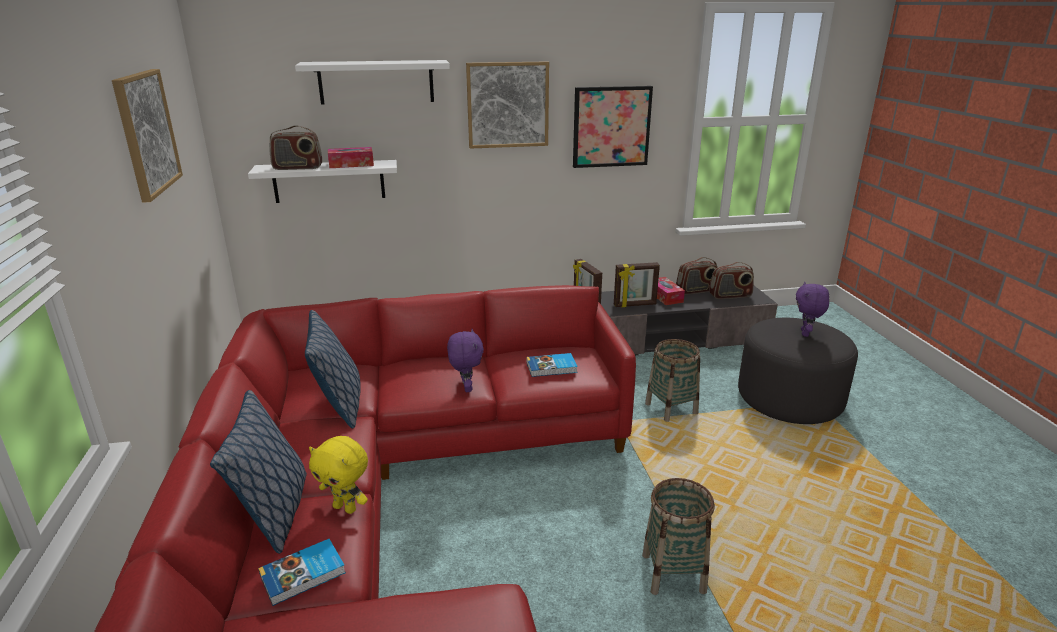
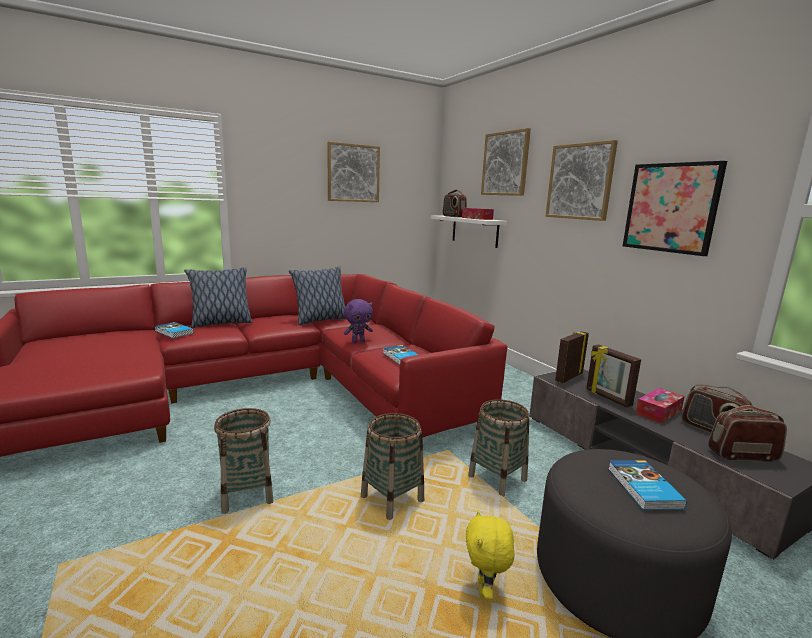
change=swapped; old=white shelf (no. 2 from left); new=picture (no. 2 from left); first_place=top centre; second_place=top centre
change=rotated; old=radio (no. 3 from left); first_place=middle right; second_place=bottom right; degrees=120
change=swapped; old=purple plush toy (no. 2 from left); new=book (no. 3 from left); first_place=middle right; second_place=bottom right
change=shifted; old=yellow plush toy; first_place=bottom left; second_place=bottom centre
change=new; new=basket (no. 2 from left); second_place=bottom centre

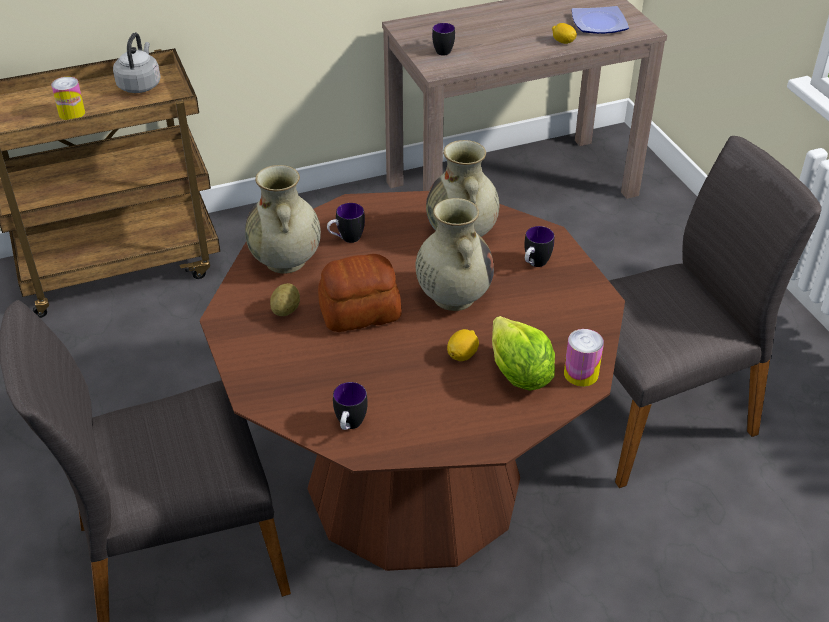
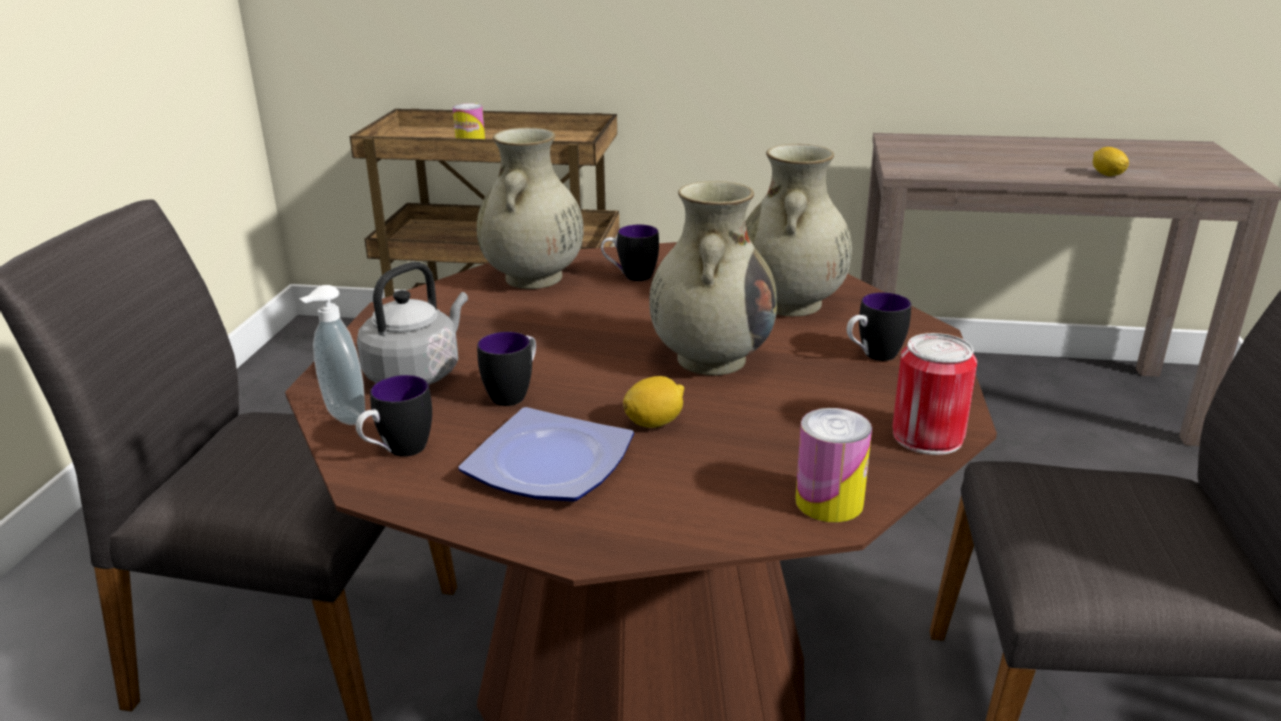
change=shifted; old=plate; first_place=top right; second_place=centre
change=shifted; old=mug (no. 3 from left in the first image); new=mug (no. 2 from left); first_place=top centre; second_place=centre
change=shifted; old=grey kettle; first_place=top left; second_place=middle left
change=gone; old=bread; first_place=centre
change=gone; old=potato; first_place=centre
change=gone; old=lettuce; first_place=centre
change=new; new=soap dispenser; second_place=middle left
change=new; new=can (no. 3 from left); second_place=middle right

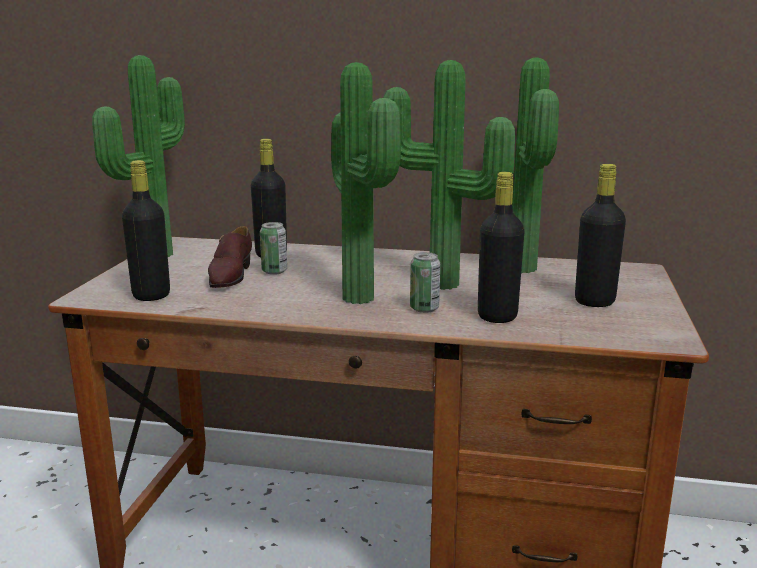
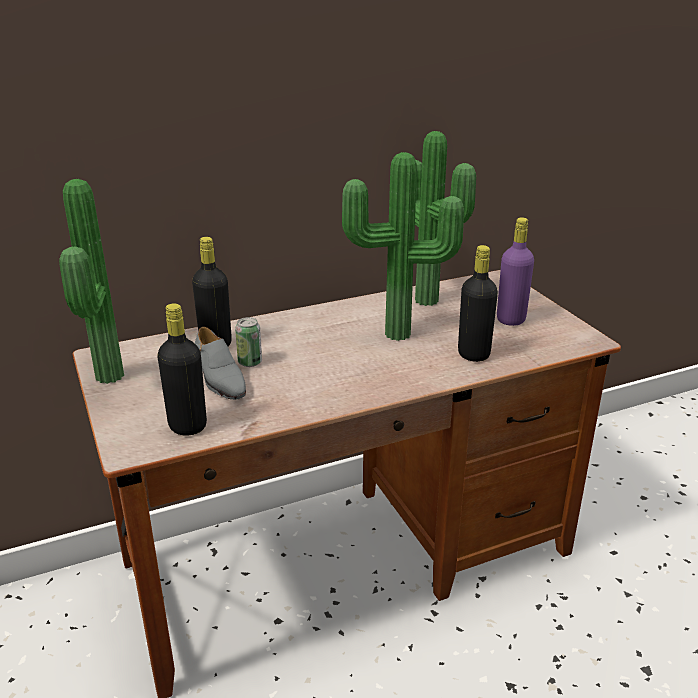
change=gone; old=potted plant (no. 2 from left); first_place=top centre
change=repainted; old=black bottle (no. 4 from left); new=purple bottle; first_place=middle right; second_place=middle right
change=repainted; old=brown shoe; new=grey shoe; first_place=middle left; second_place=middle left
change=gone; old=can (no. 2 from left); first_place=centre

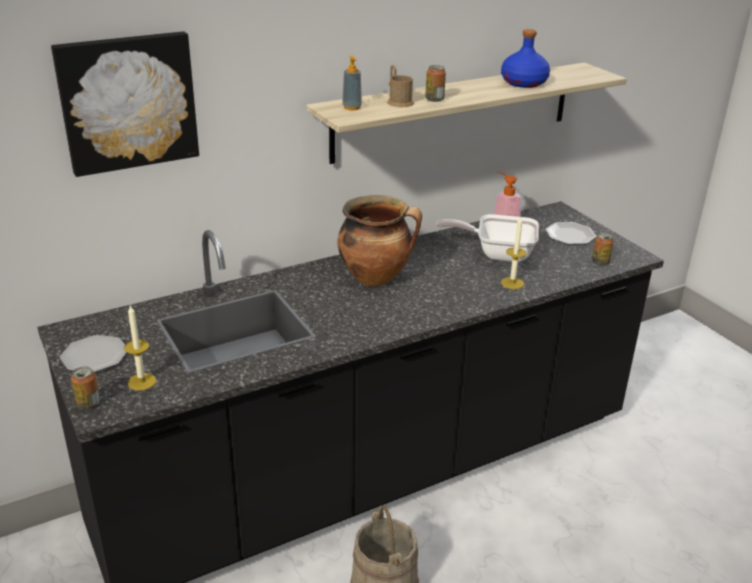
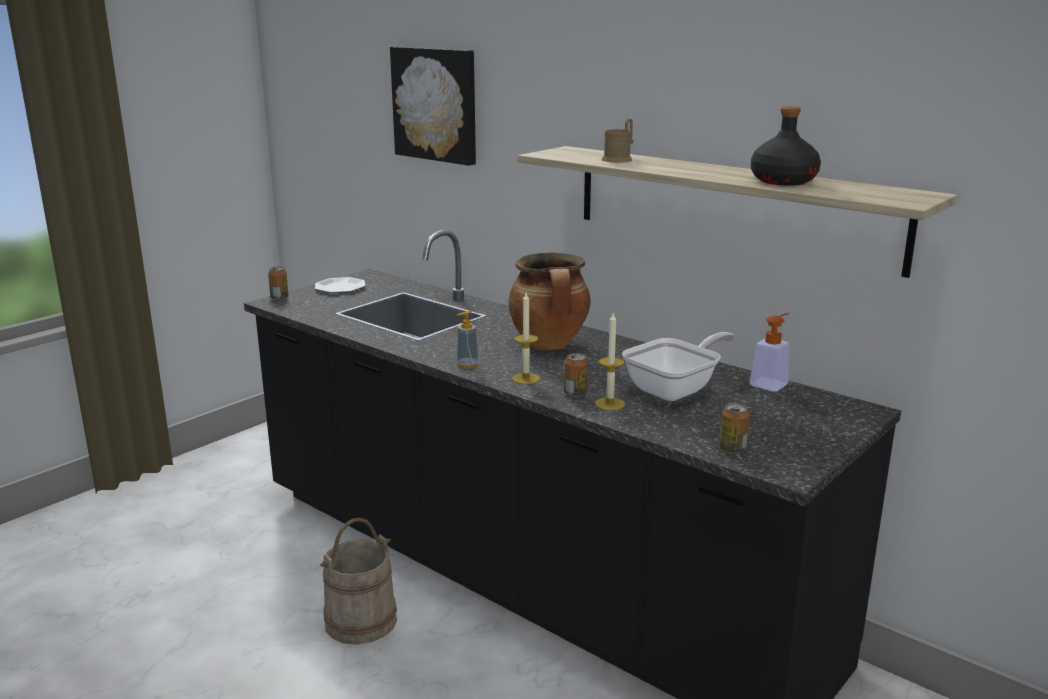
change=repainted; old=blue bottle; new=black bottle; first_place=top right; second_place=top right
change=shifted; old=soap dispenser (no. 1 from left); first_place=top centre; second_place=centre
change=shifted; old=can (no. 2 from left); first_place=top centre; second_place=centre
change=rotated; old=frying pan; first_place=centre; second_place=centre; degrees=60
change=gone; old=plate (no. 2 from left); first_place=middle right
change=shifted; old=candle (no. 1 from left); first_place=middle left; second_place=centre

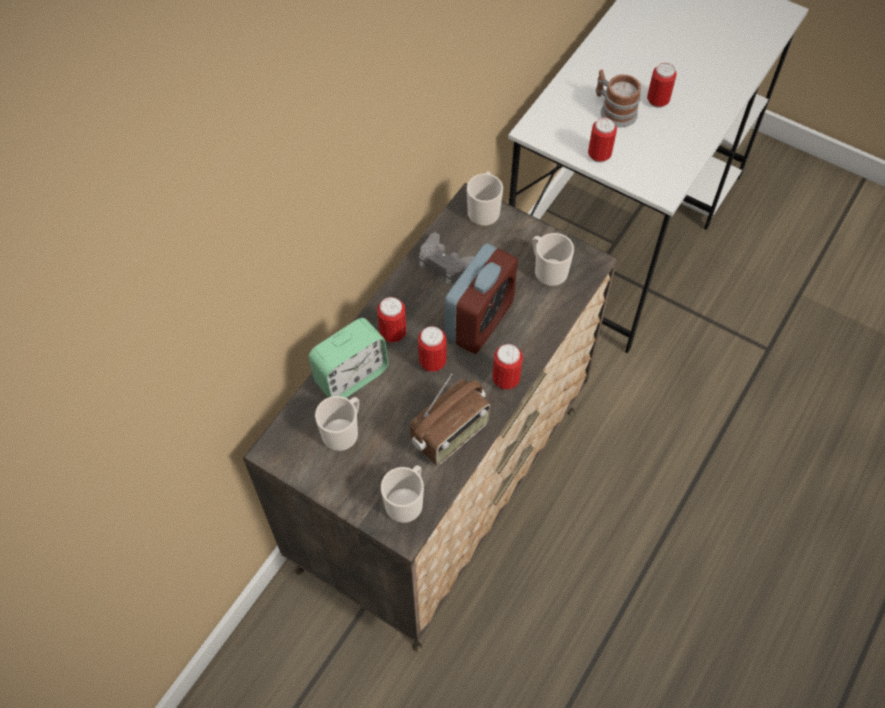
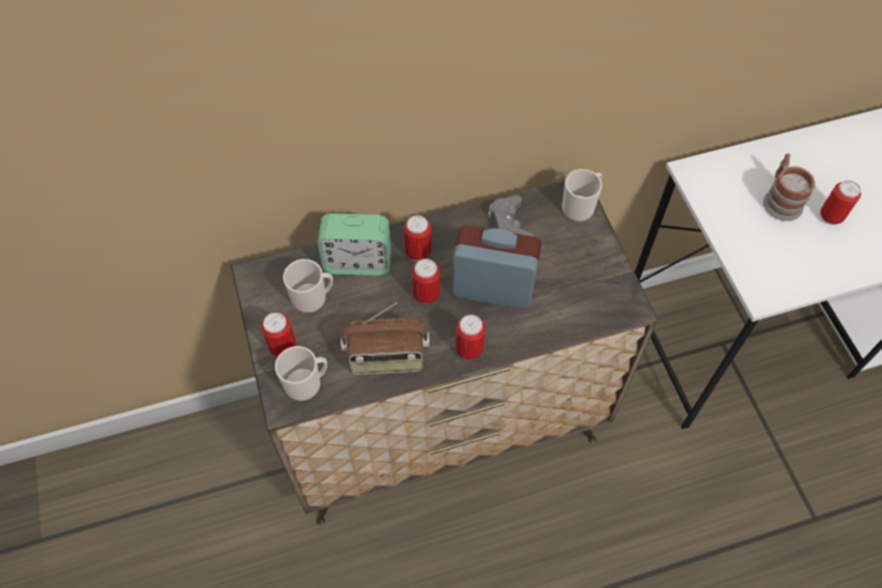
change=shifted; old=can (no. 4 from left in the first image); new=can (no. 1 from left); first_place=top right; second_place=middle left
change=gone; old=mug (no. 4 from left); first_place=centre
change=rotated; old=alarm clock (no. 2 from left); first_place=centre; second_place=centre; degrees=-150

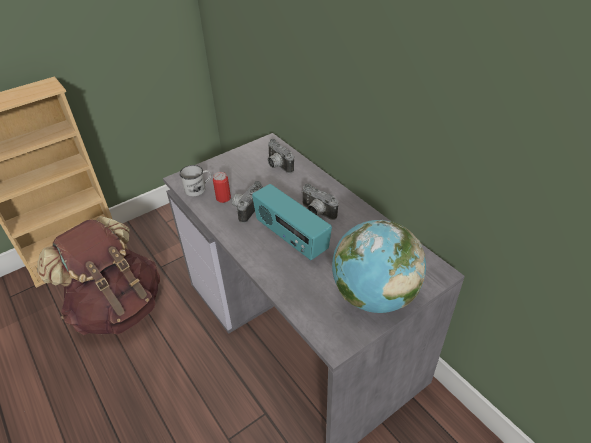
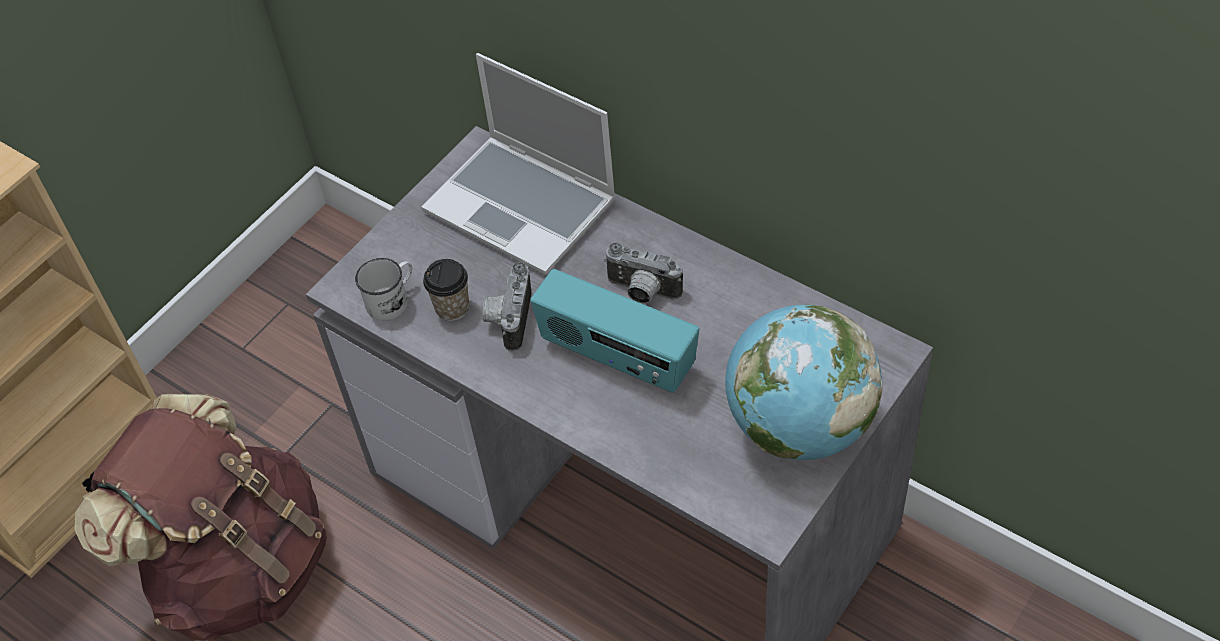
change=swapped; old=photo camera (no. 2 from left); new=laptop; first_place=centre; second_place=top centre
change=swapped; old=can; new=cup; first_place=centre; second_place=centre

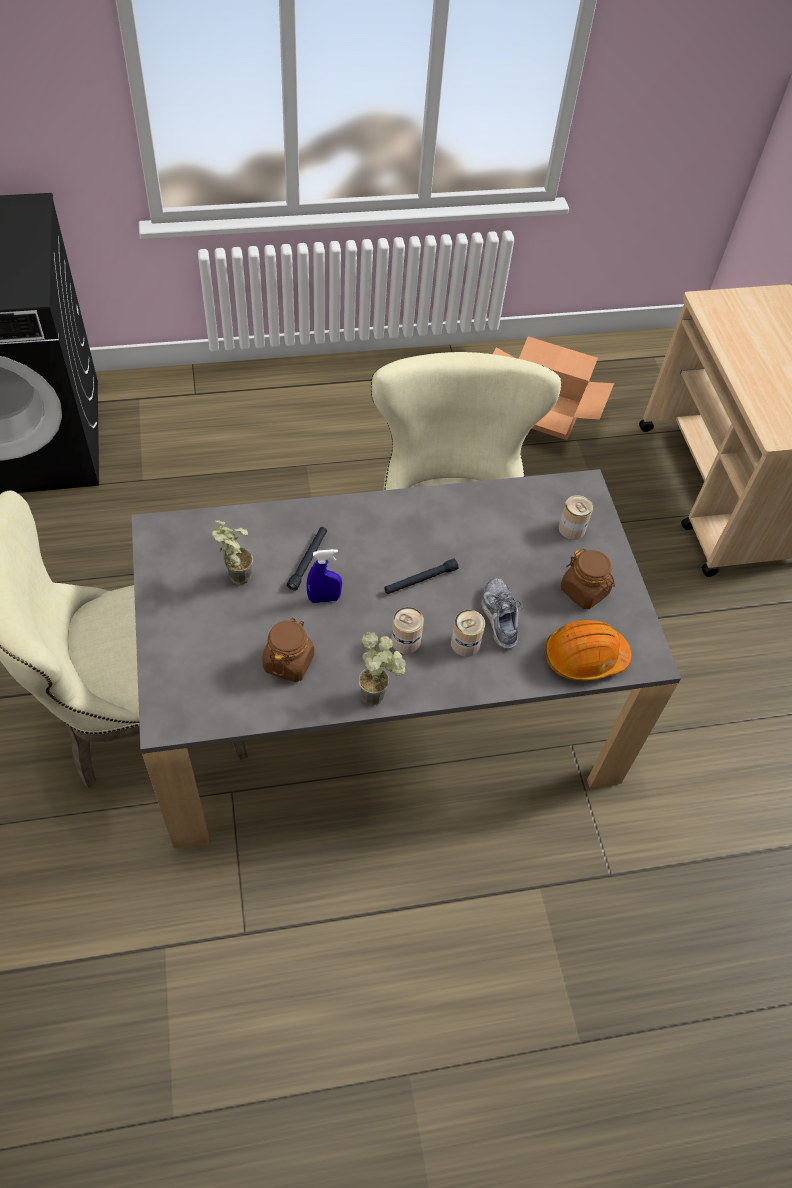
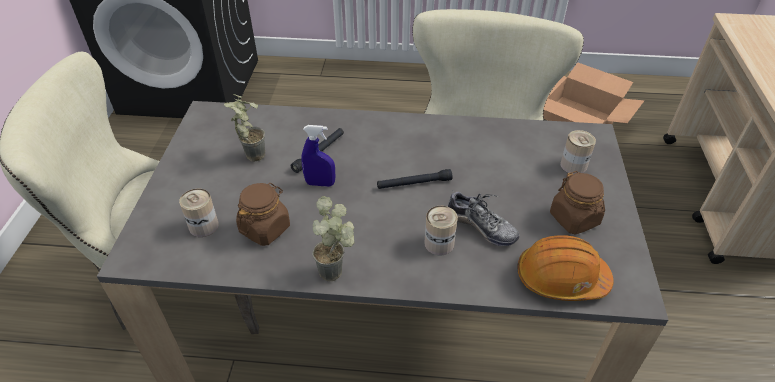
change=rotated; old=shoe; first_place=centre; second_place=centre; degrees=120
change=shifted; old=can (no. 1 from left); first_place=centre; second_place=middle left

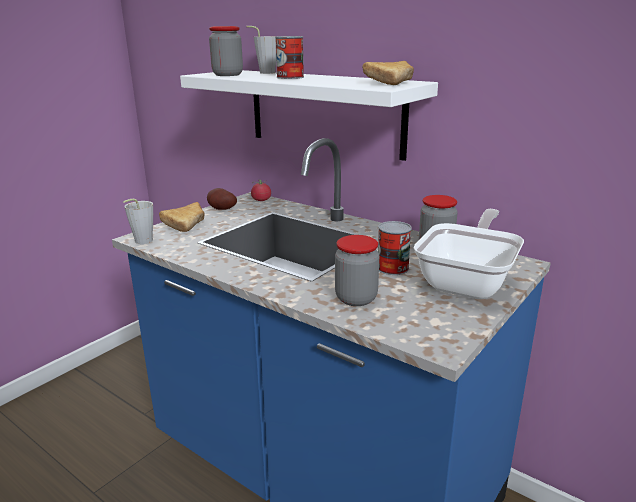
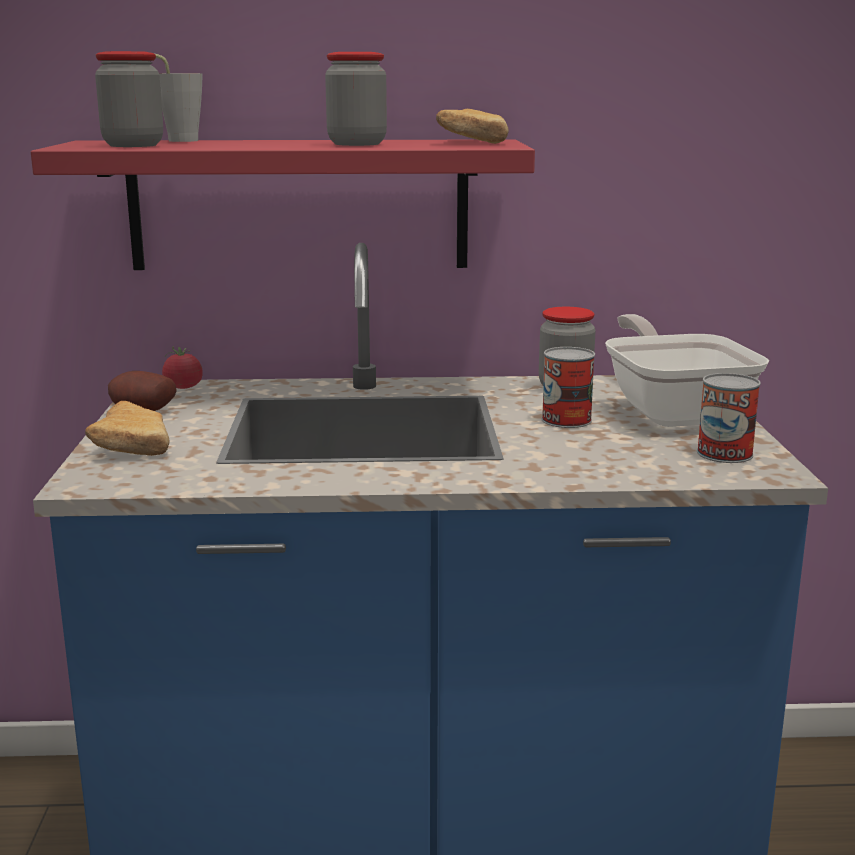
change=shifted; old=can (no. 1 from left in the first image); new=can (no. 2 from left); first_place=top centre; second_place=middle right
change=repainted; old=white shelf; new=red shelf; first_place=top centre; second_place=top left
change=gone; old=grey cup (no. 1 from left); first_place=middle left
change=shifted; old=jar (no. 2 from left); first_place=centre; second_place=top centre

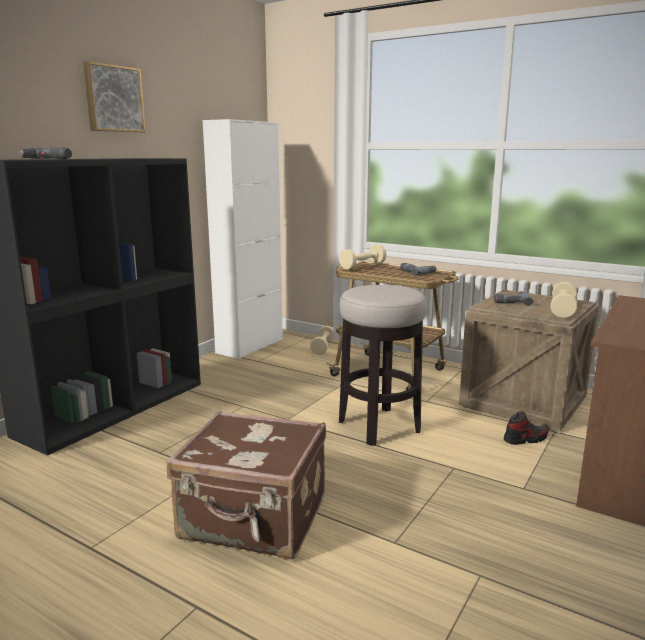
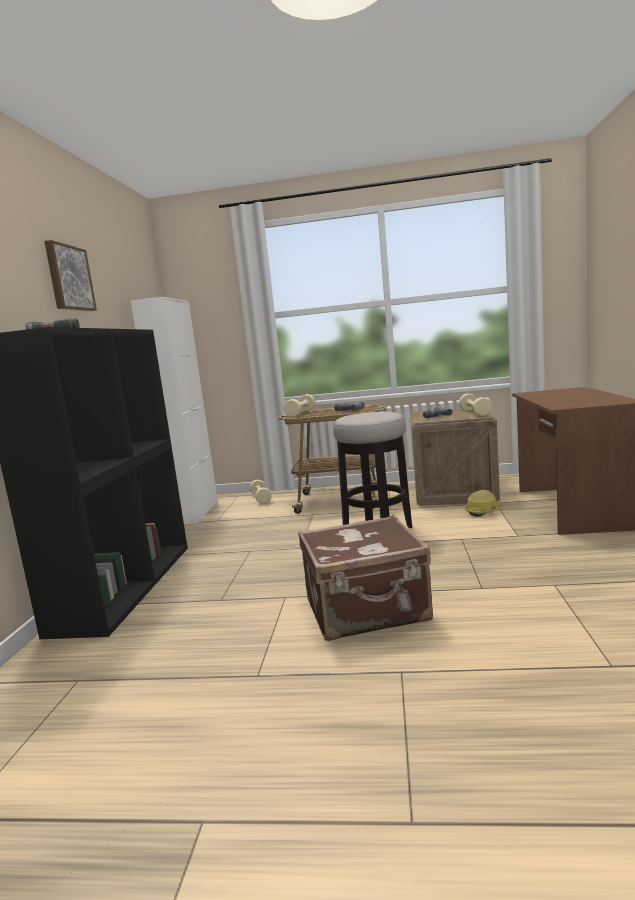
change=swapped; old=shoe; new=hard hat; first_place=bottom right; second_place=middle right

